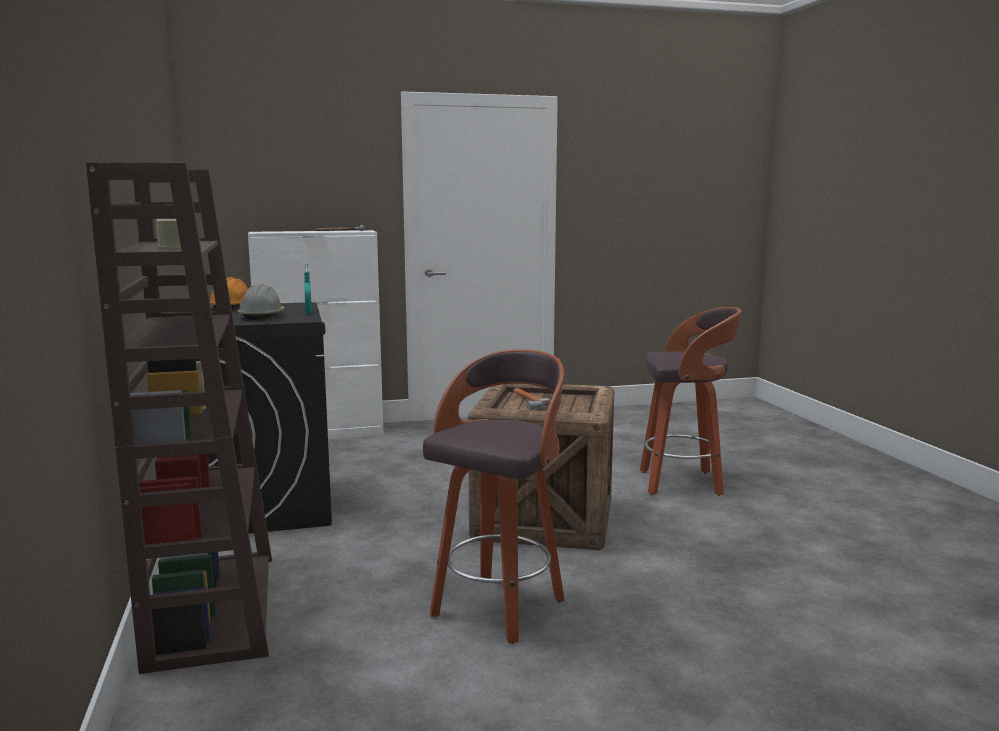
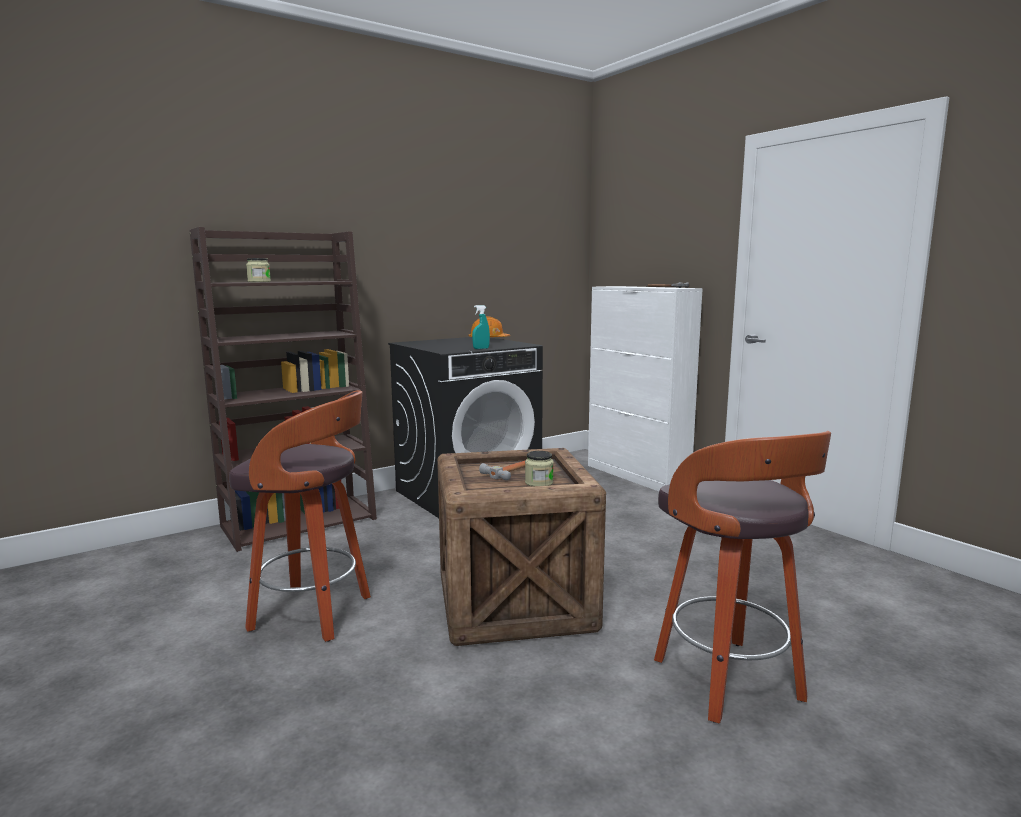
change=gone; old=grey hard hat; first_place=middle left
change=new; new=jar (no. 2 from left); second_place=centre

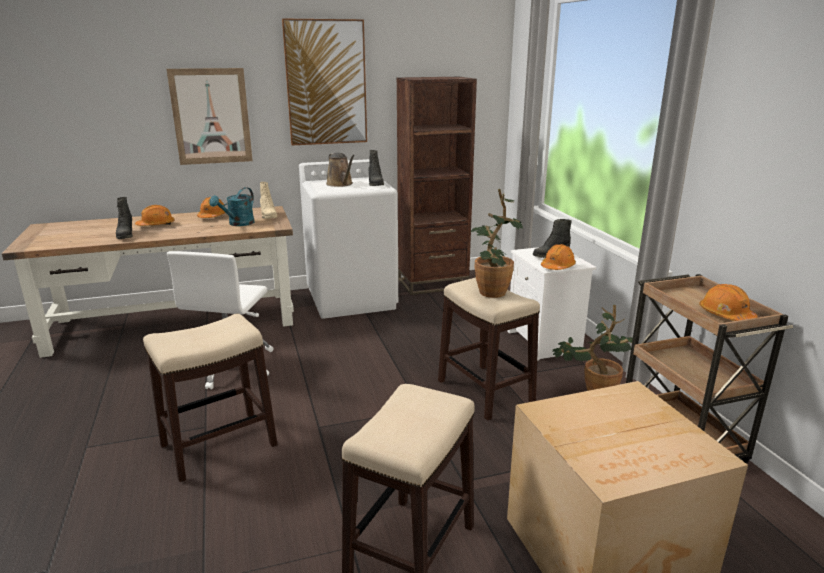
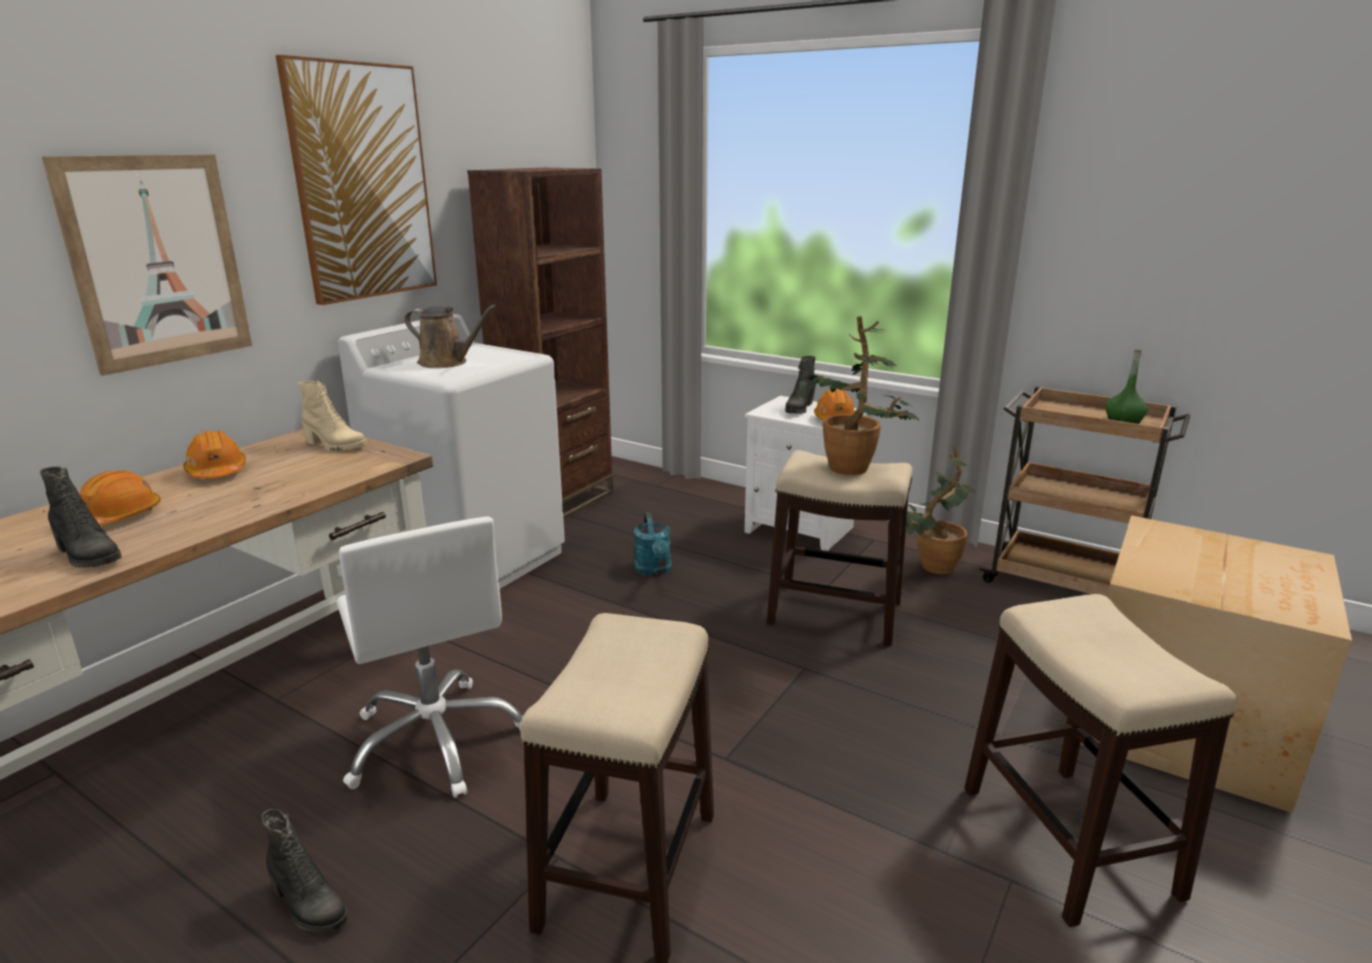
change=shifted; old=black boot (no. 2 from left); first_place=top centre; second_place=bottom left
change=shifted; old=turquoise watering can; first_place=middle left; second_place=centre
change=swapped; old=orange hard hat (no. 4 from left); new=green bottle; first_place=middle right; second_place=middle right

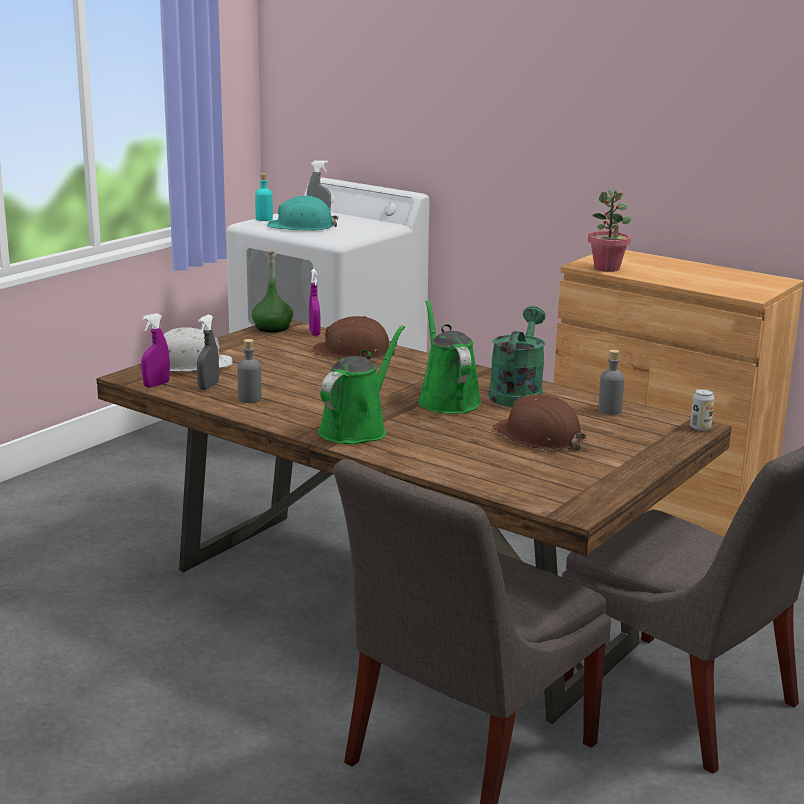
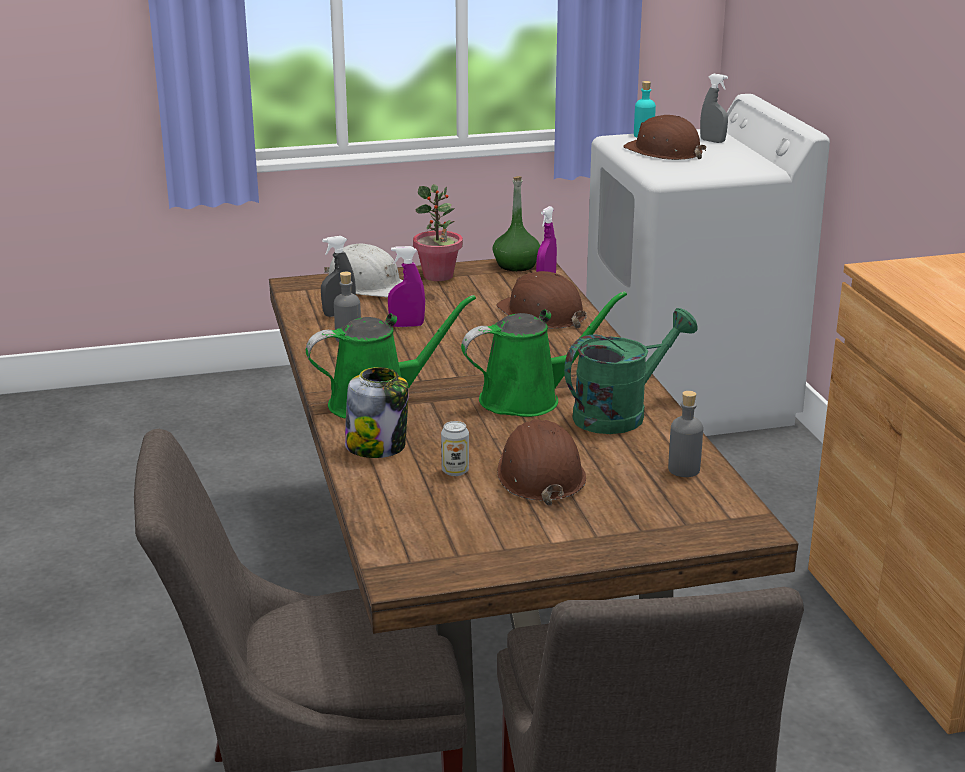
change=shifted; old=potted plant; first_place=top right; second_place=top centre
change=repainted; old=turquoise hard hat; new=brown hard hat (no. 3 from left); first_place=top centre; second_place=top right
change=rotated; old=green watering can (no. 2 from left); first_place=centre; second_place=centre; degrees=45
change=shifted; old=purple spray bottle (no. 1 from left); first_place=middle left; second_place=centre
change=shifted; old=can; first_place=middle right; second_place=centre
change=new; new=jar; second_place=centre

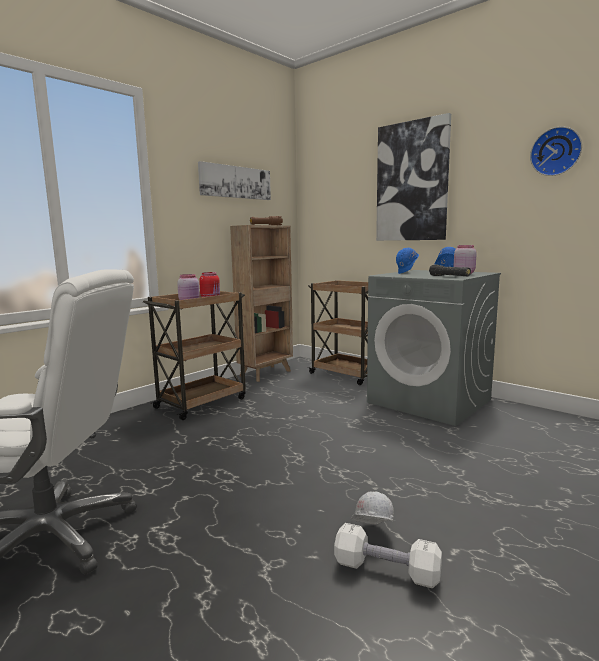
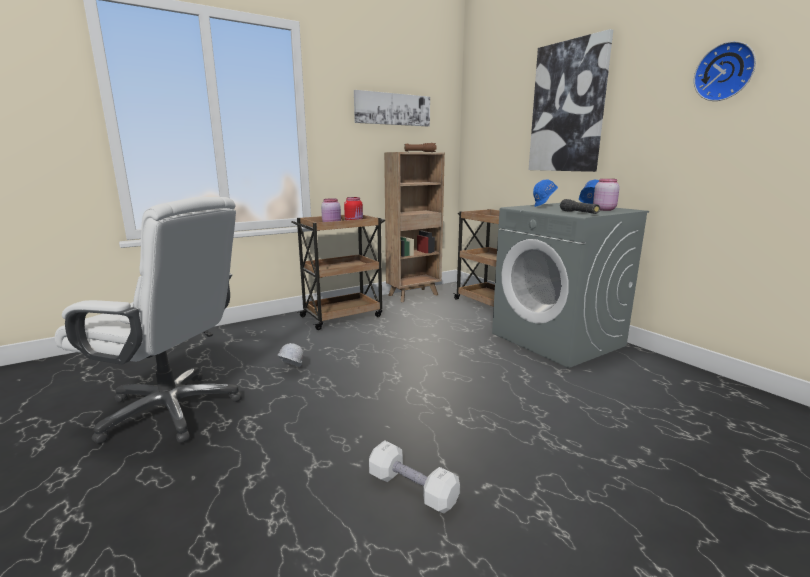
change=shifted; old=white hard hat; first_place=bottom centre; second_place=centre

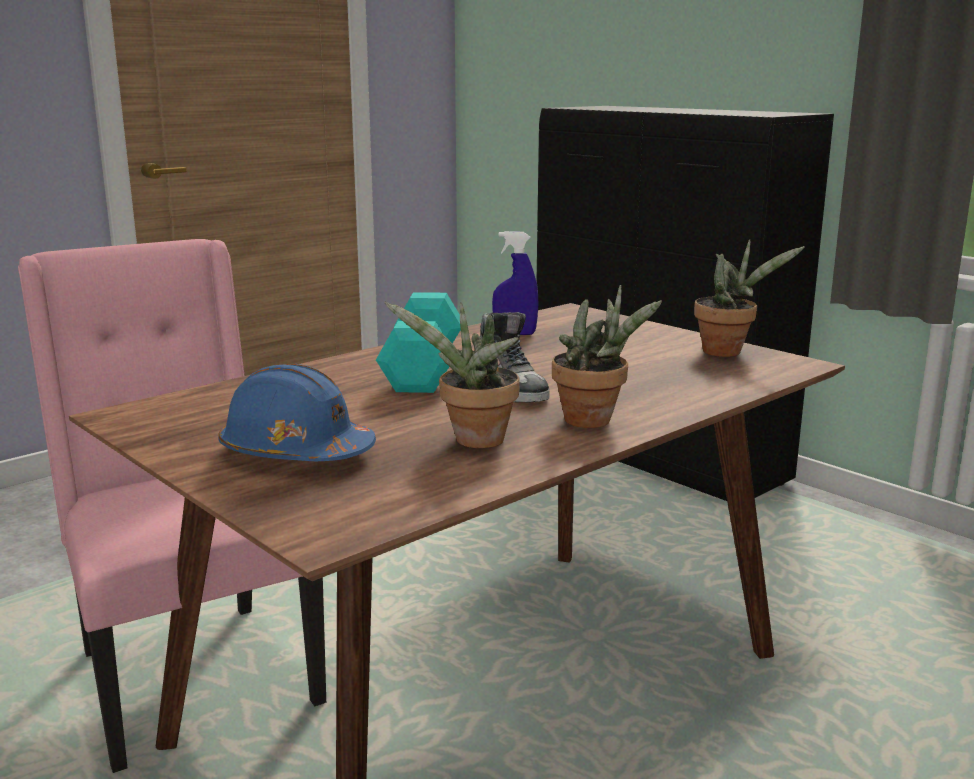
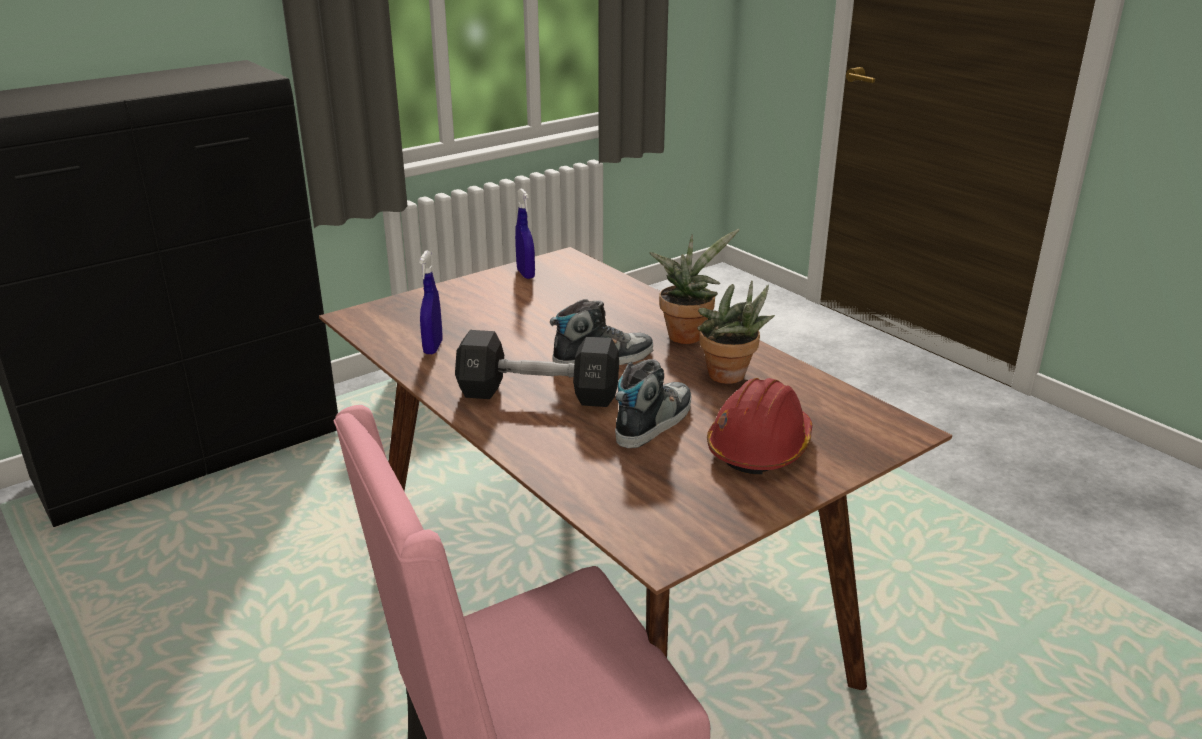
change=swapped; old=potted plant (no. 3 from left); new=blue spray bottle (no. 2 from left); first_place=middle right; second_place=top centre
change=repainted; old=turquoise dumbbell; new=black dumbbell; first_place=centre; second_place=centre
change=repainted; old=blue hard hat; new=red hard hat; first_place=middle left; second_place=centre
change=new; new=shoe (no. 2 from left); second_place=centre

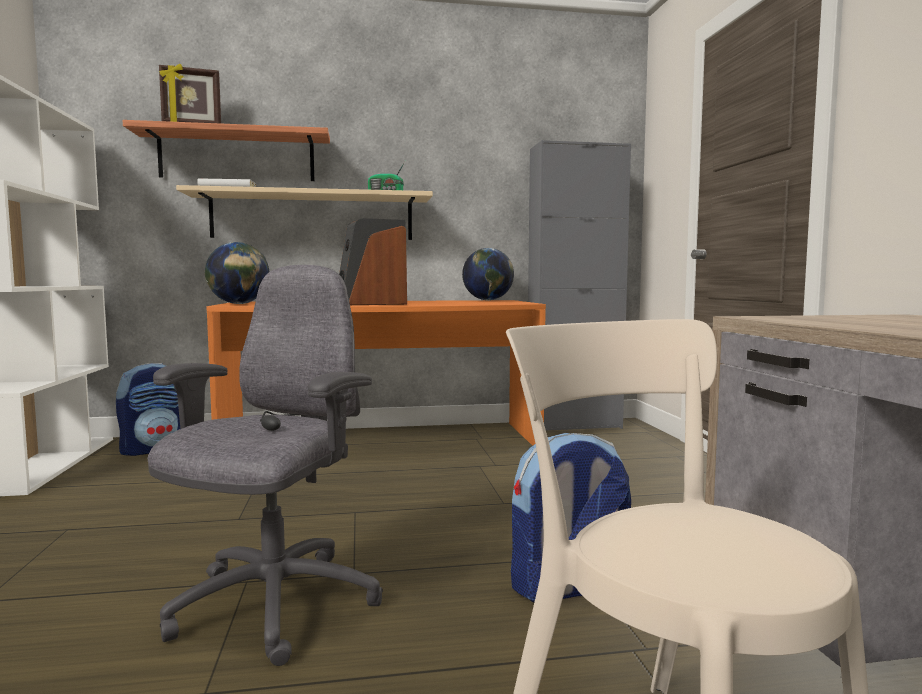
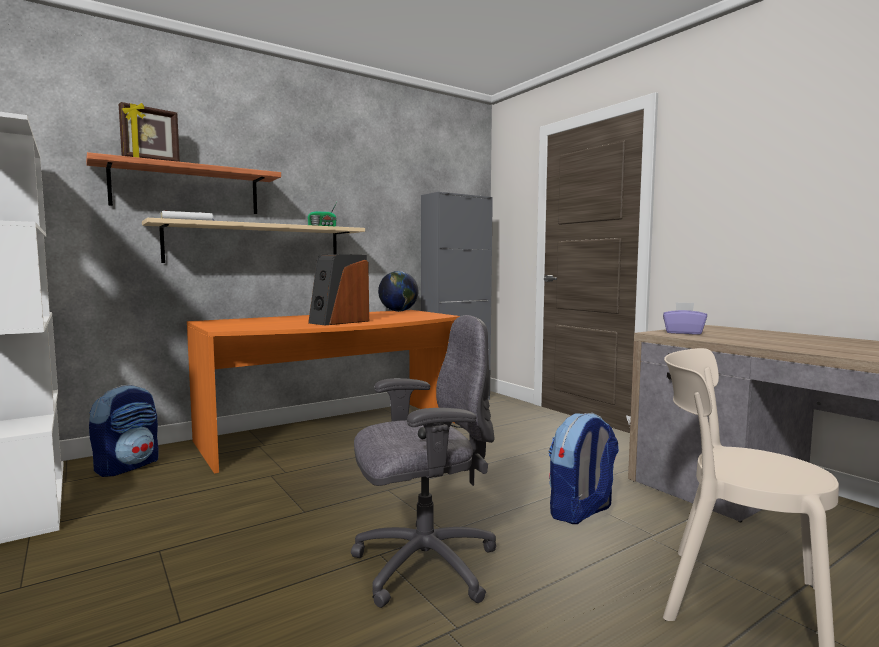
change=gone; old=globe (no. 1 from left); first_place=middle left
change=rotated; old=grey office chair; first_place=bottom left; second_place=bottom centre; degrees=75
change=new; new=purple tissue box; second_place=middle right

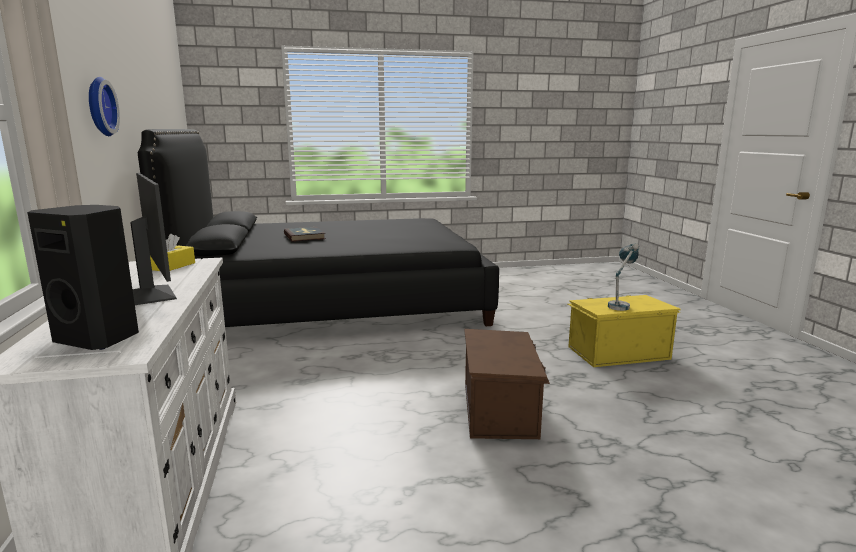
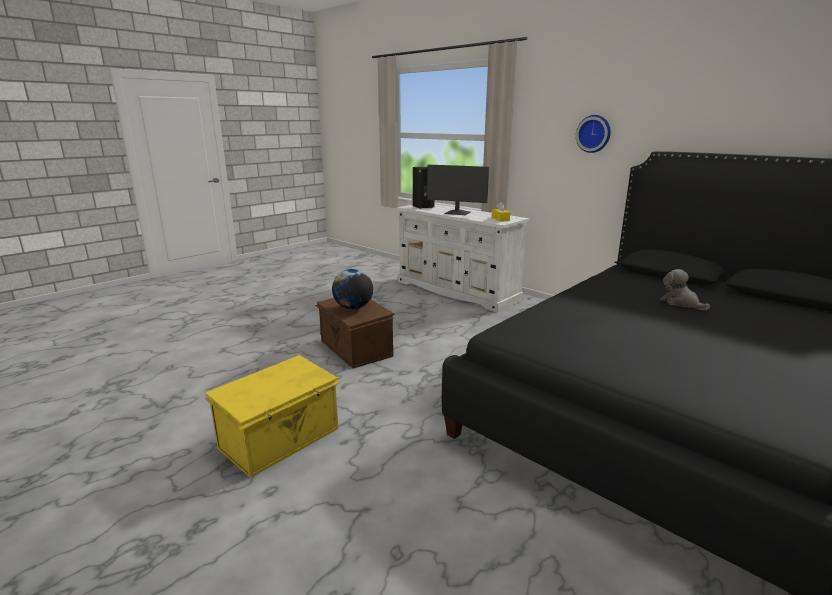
change=swapped; old=book; new=plush toy; first_place=centre; second_place=middle right
change=gone; old=table lamp; first_place=middle right
change=new; new=globe; second_place=centre

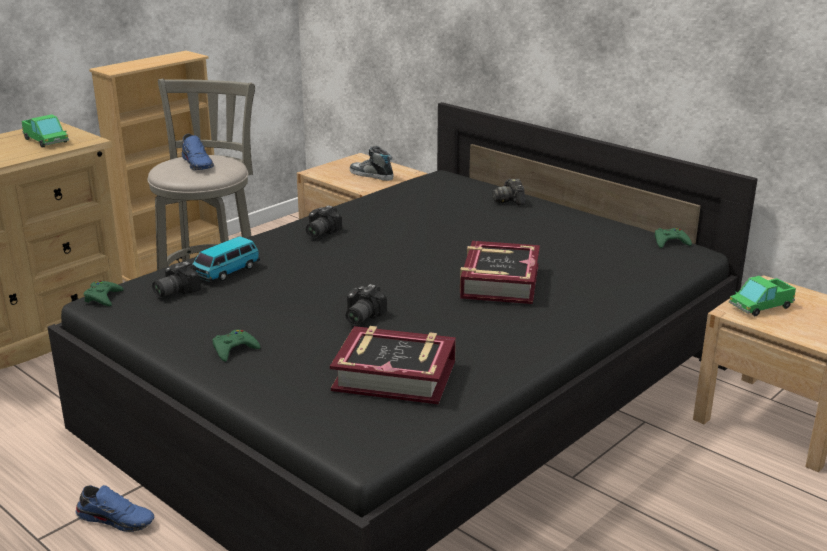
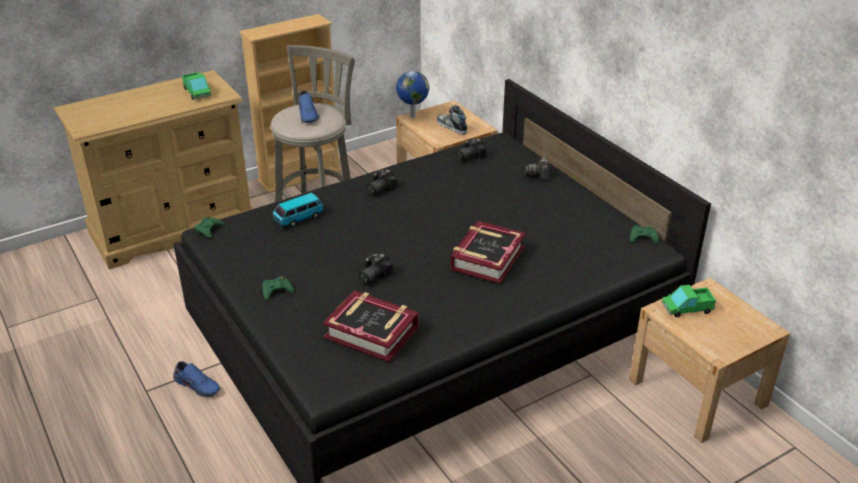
change=shifted; old=photo camera (no. 1 from left in the first image); new=photo camera (no. 3 from left); first_place=middle left; second_place=top centre
change=new; new=globe; second_place=top centre

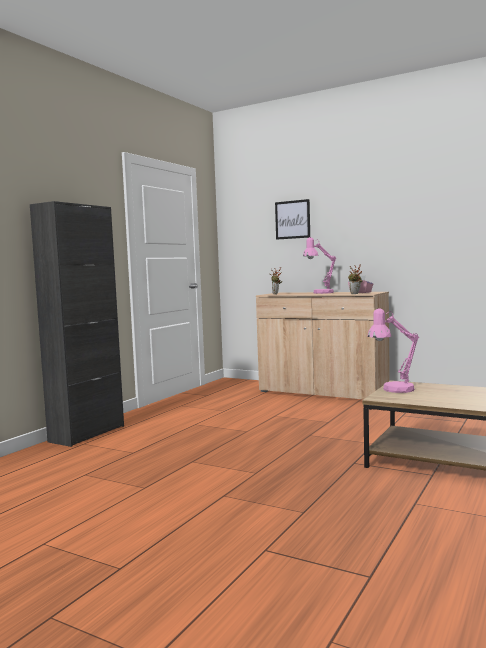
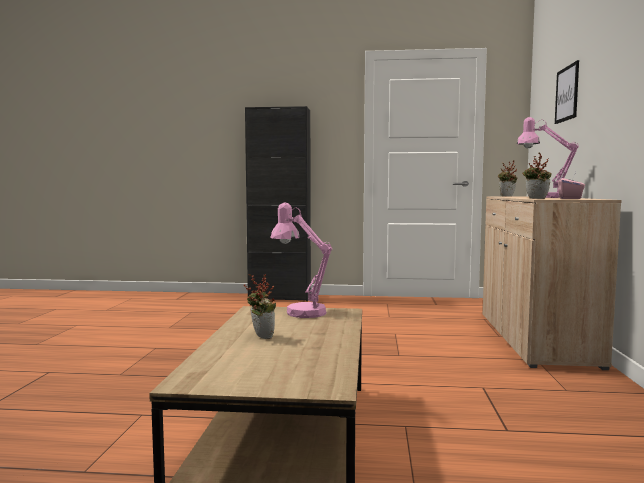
change=new; new=potted plant (no. 1 from left); second_place=centre

